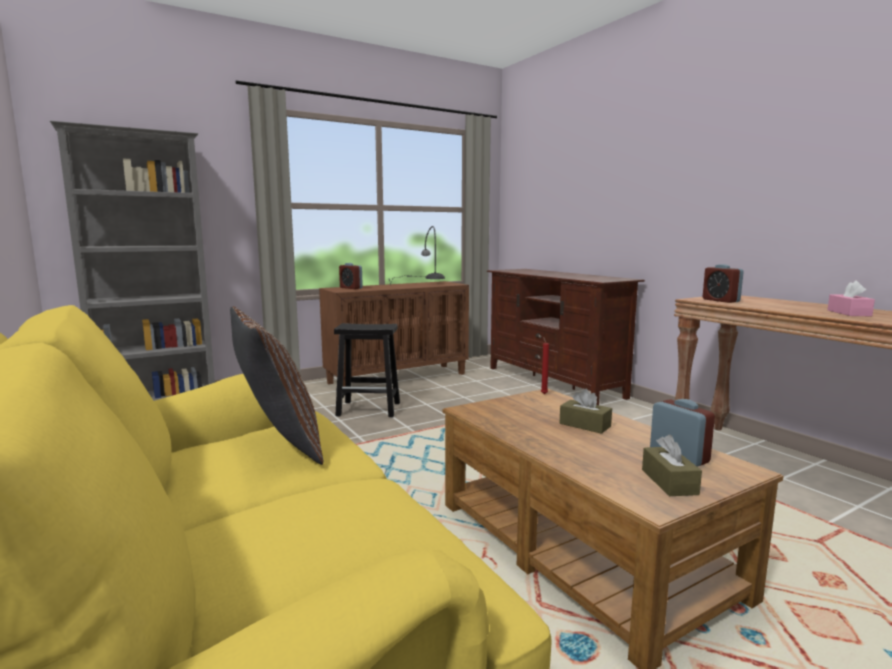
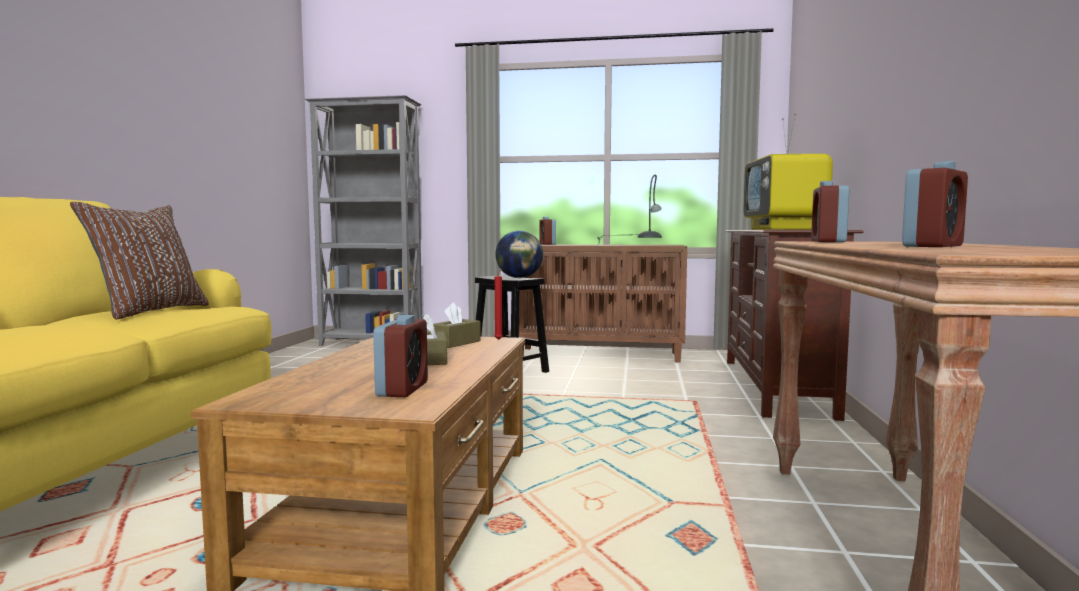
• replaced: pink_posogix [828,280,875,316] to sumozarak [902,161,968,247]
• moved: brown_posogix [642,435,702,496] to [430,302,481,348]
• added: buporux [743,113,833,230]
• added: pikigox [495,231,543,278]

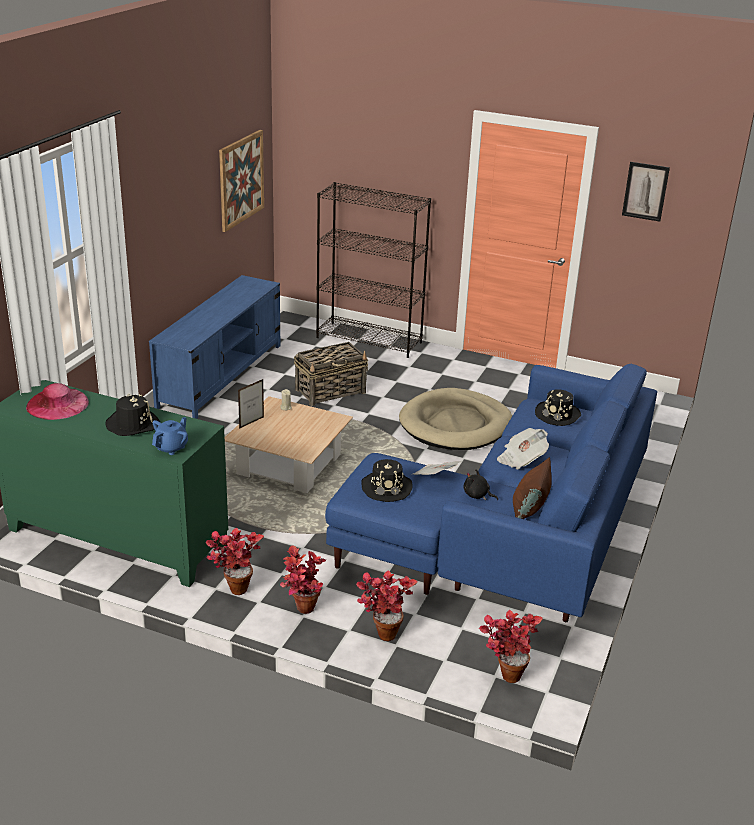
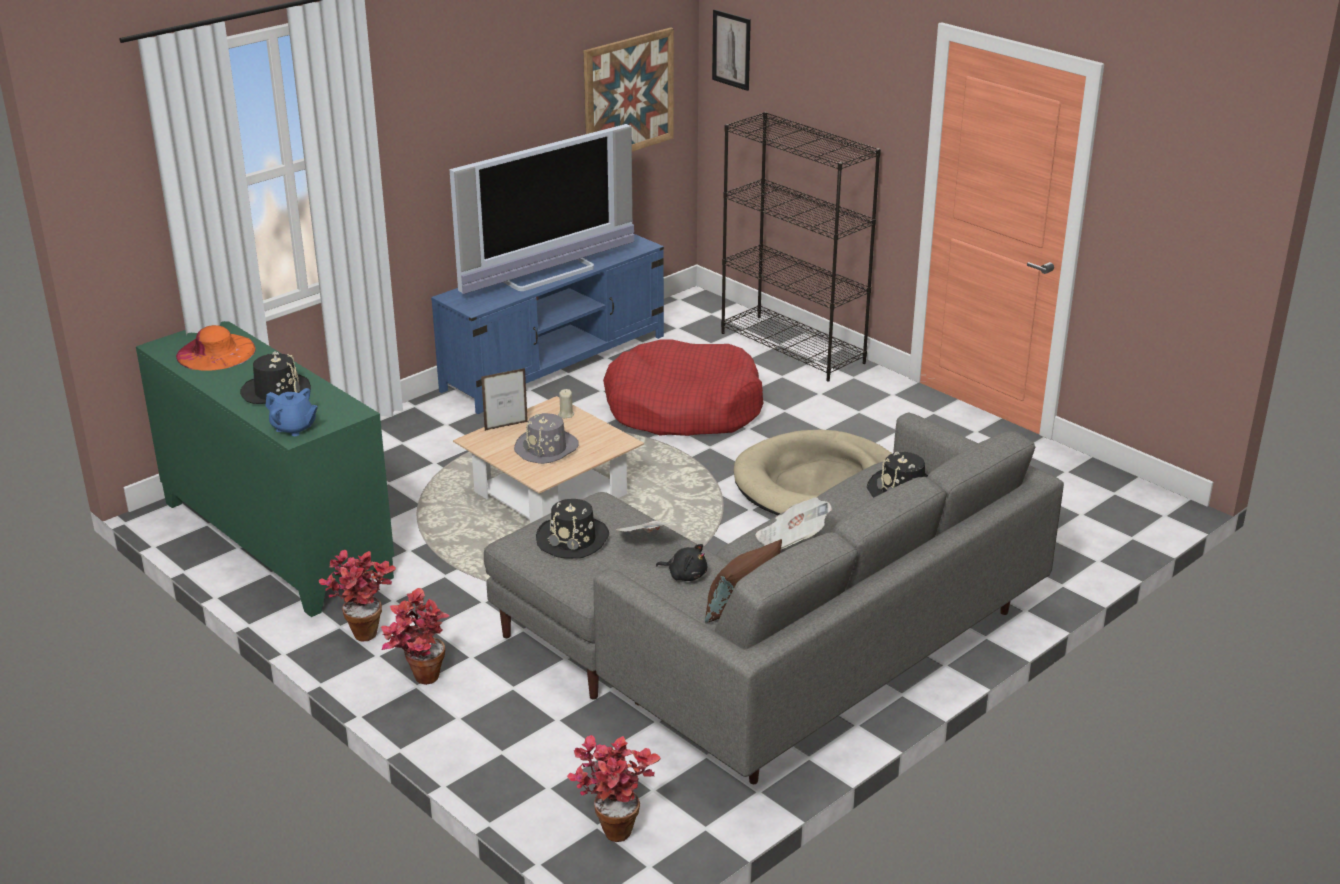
• moved: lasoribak [622,162,670,222] to [712,9,751,91]
• replaced: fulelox [294,342,368,406] to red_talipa [603,339,763,436]
• recoloured: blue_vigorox [325,363,657,622] to grey_vigorox [484,413,1064,784]
• recoloured: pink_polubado [26,383,89,420] to orange_polubado [176,325,256,370]
• turned: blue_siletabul [152,417,188,455] = [265,388,318,436] 60 degrees clockwise
• turned: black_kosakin [464,469,498,500] = [656,544,707,581] 150 degrees clockwise
• removed: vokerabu [356,570,417,641]
• added: buporux [449,124,634,294]
• added: grey_polubado [514,413,579,464]

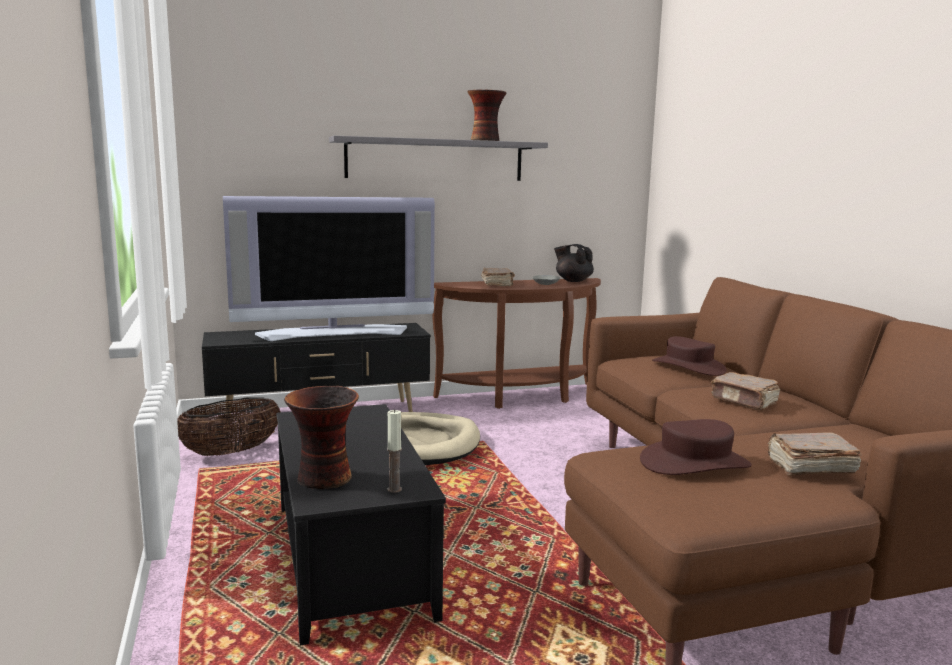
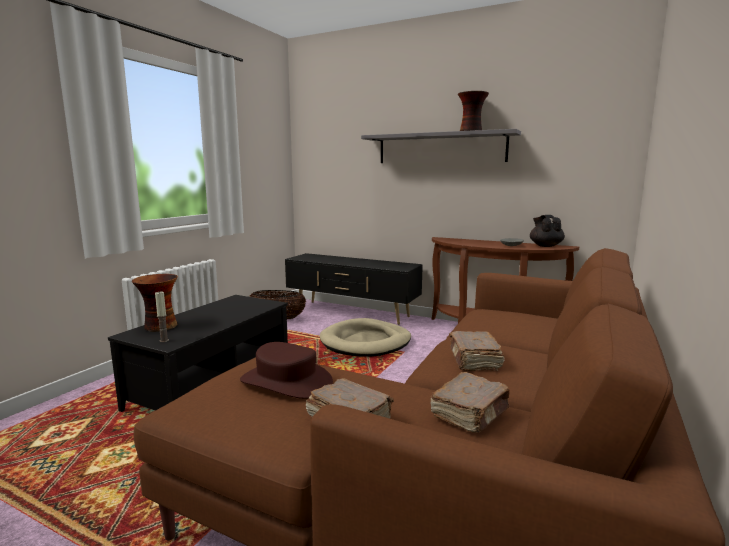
• removed: buporux [223,196,435,341]
• moved: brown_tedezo [481,268,515,286] to [430,372,509,433]
• removed: brown_polubado [652,336,727,376]

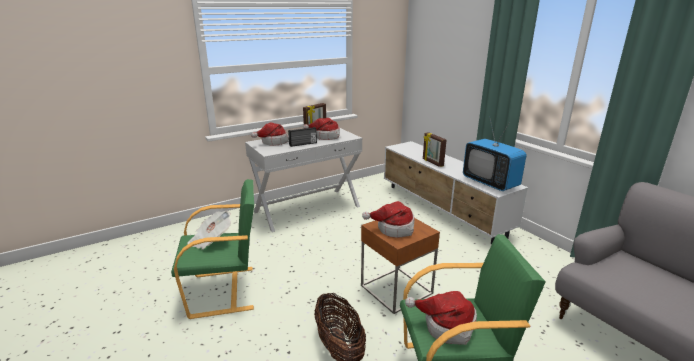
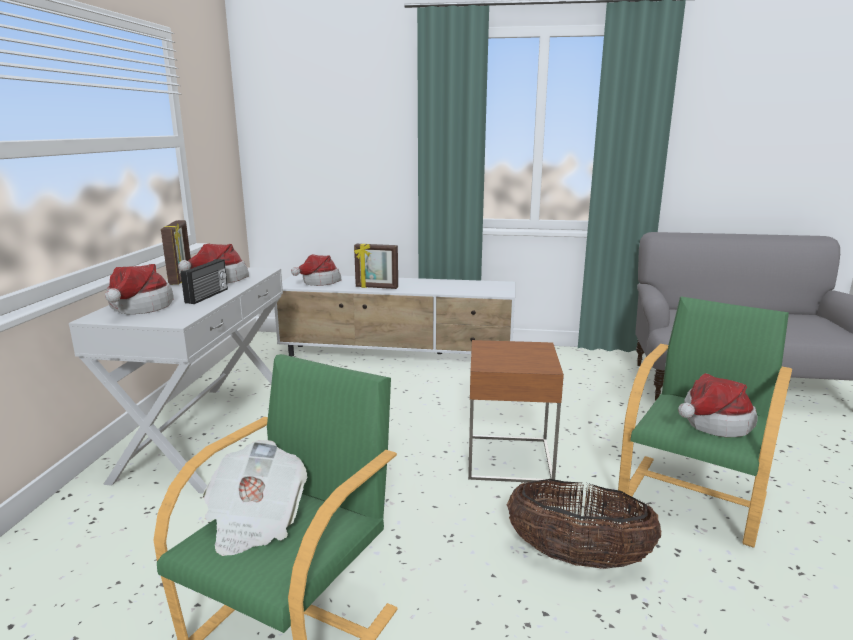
• removed: buporux [463,120,527,191]
• moved: polubado [362,201,415,238] to [291,254,341,286]

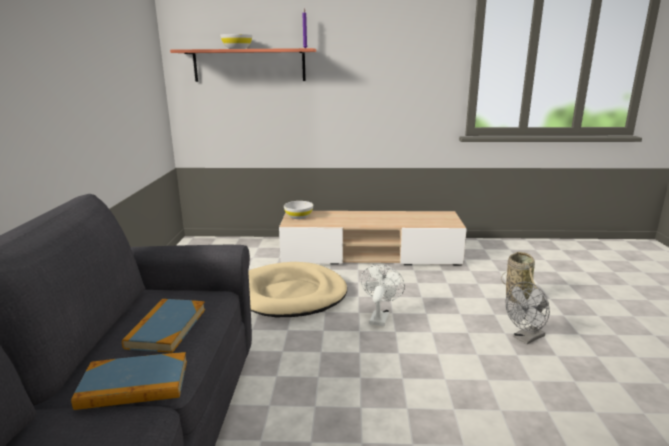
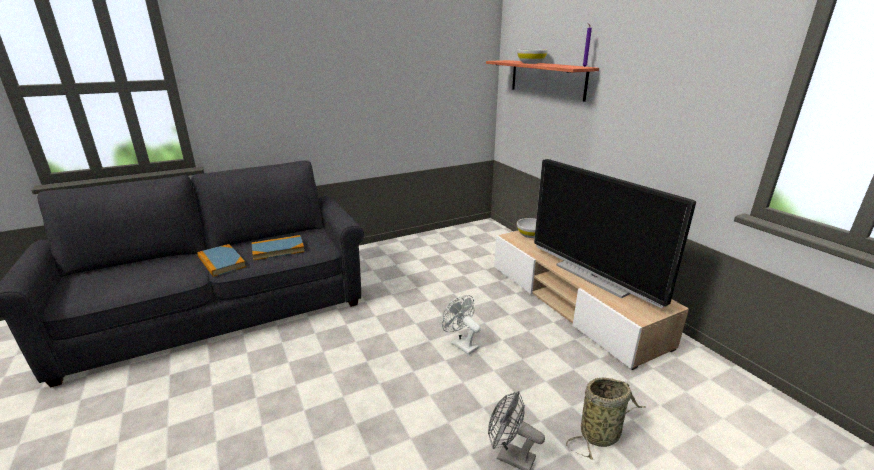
• removed: beige_talipa [249,262,347,317]
• turned: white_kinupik [361,264,405,326] = [442,295,481,355] 120 degrees counterclockwise
• added: buporux [534,159,696,308]

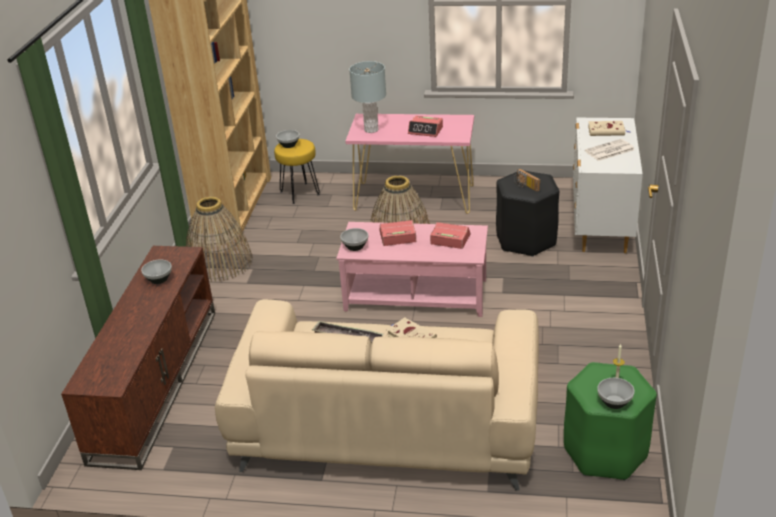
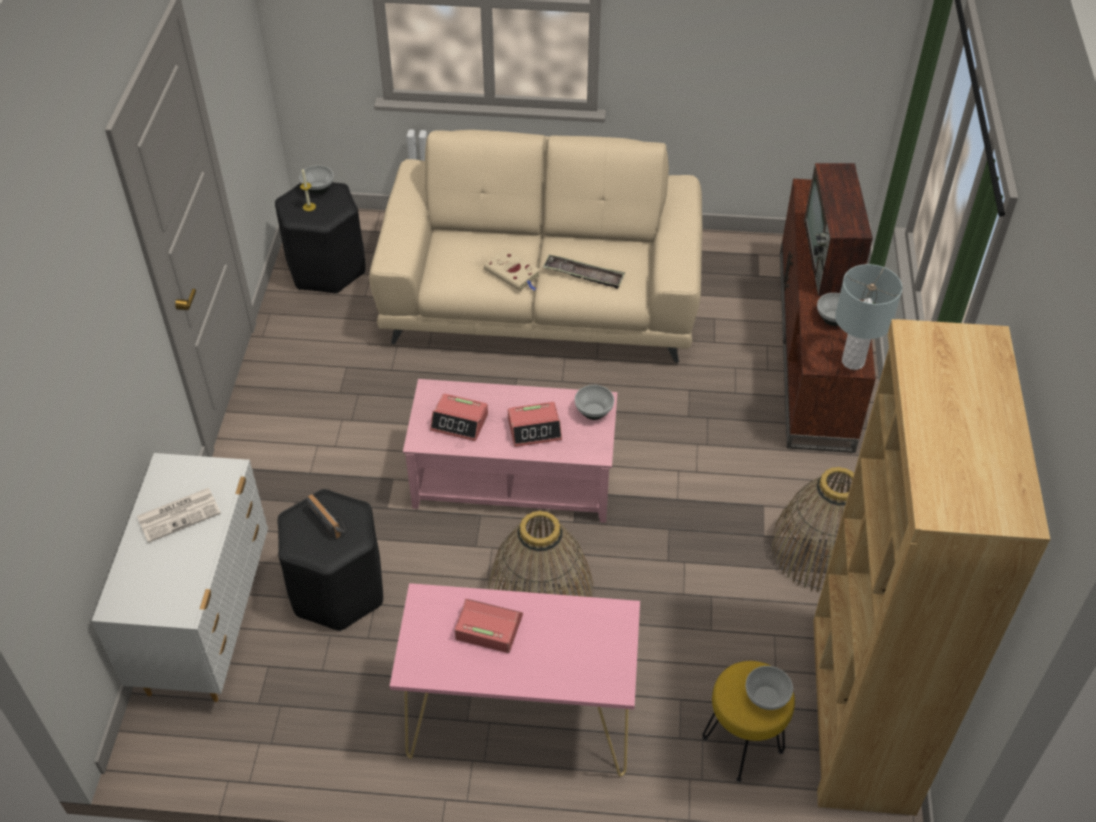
• moved: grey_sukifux [349,61,386,133] to [835,264,902,370]
• removed: beige_tedezo [588,121,630,136]
• recoloured: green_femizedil [564,362,657,480] to black_femizedil [275,182,365,294]
• added: buporux [804,163,873,296]

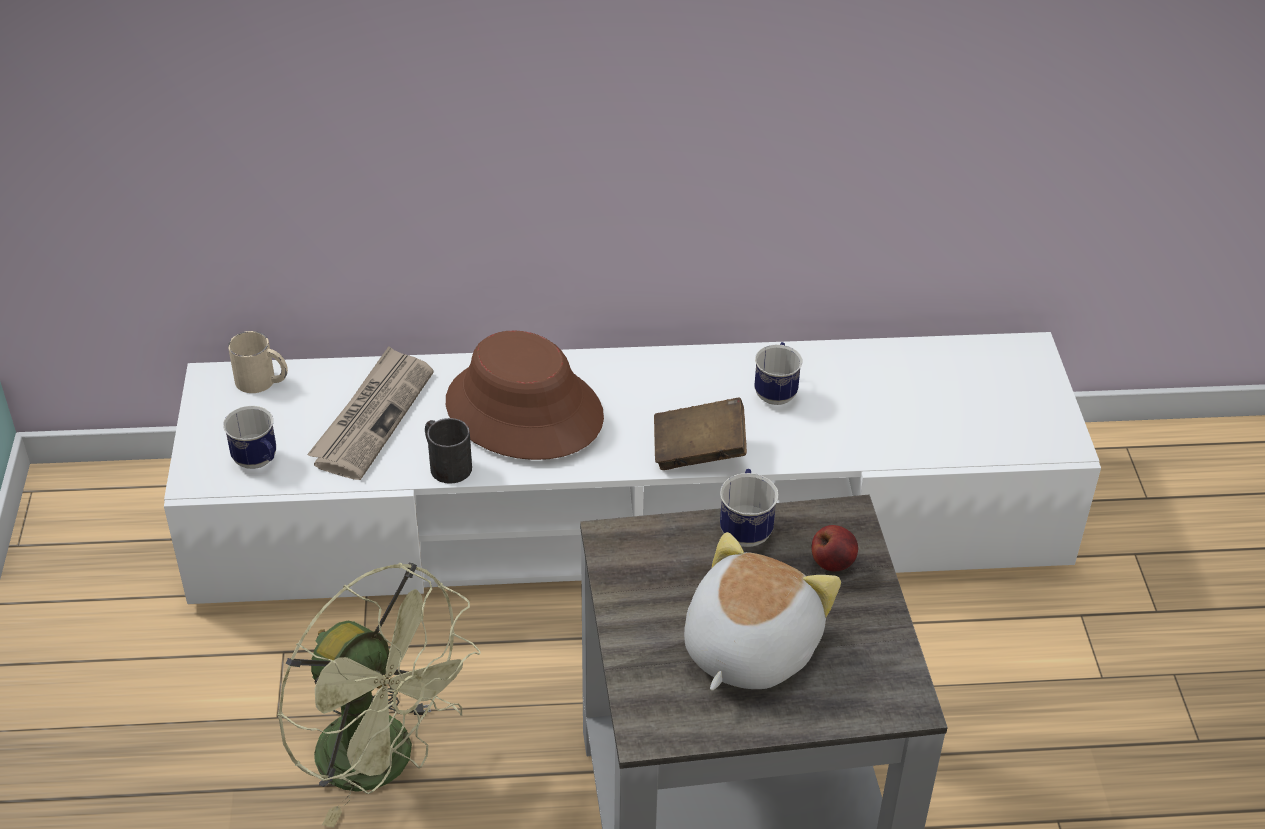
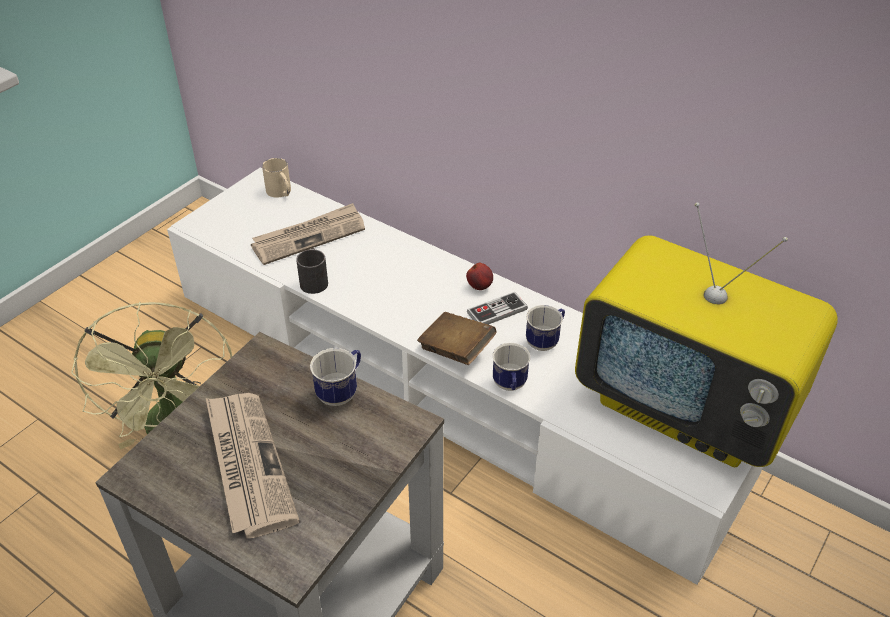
• removed: brown_polubado [446,331,604,460]
• moved: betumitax [223,406,276,469] to [493,343,530,391]
• moved: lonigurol [812,525,858,571] to [466,263,493,290]
• replaced: kosakin [684,532,841,691] to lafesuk [206,393,299,538]
• added: buporux [575,202,838,467]
• added: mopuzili [467,292,528,325]

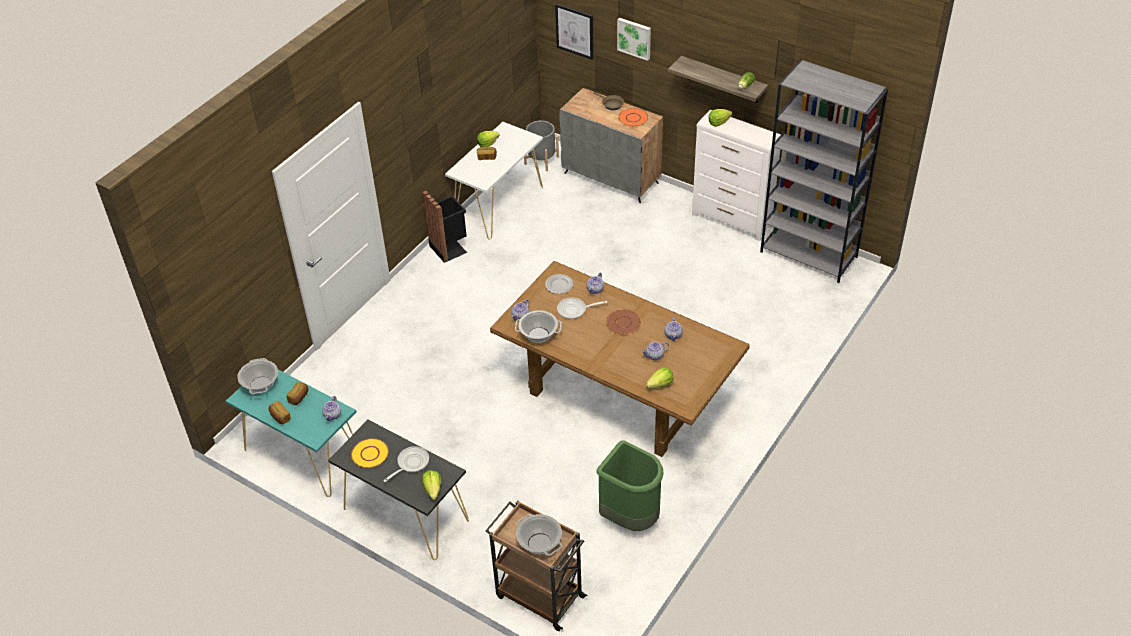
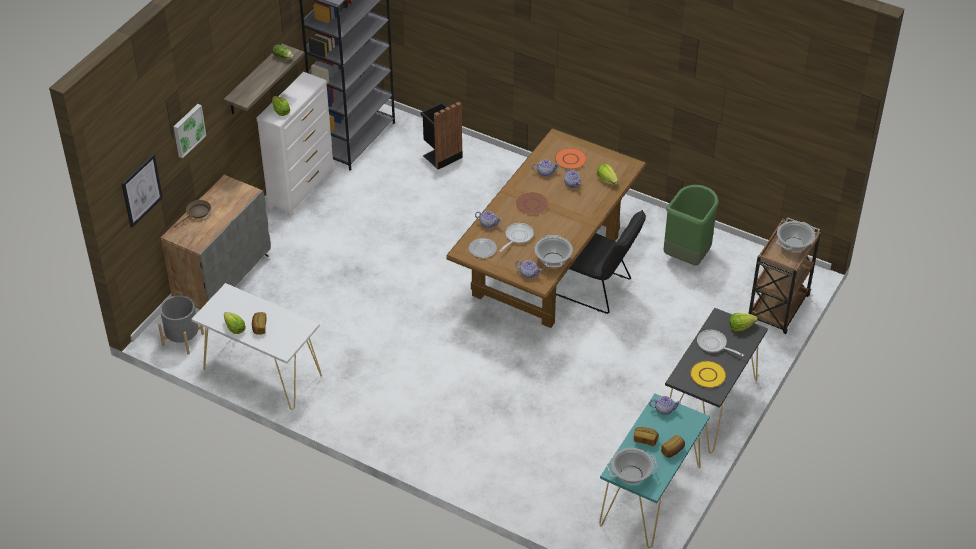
• moved: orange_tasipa [618,108,648,127] to [555,148,587,169]
• moved: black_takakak [422,191,467,263] to [421,102,463,170]
• turned: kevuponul [557,297,607,319] = [500,223,534,252] 135 degrees counterclockwise
• added: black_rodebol [556,210,646,314]

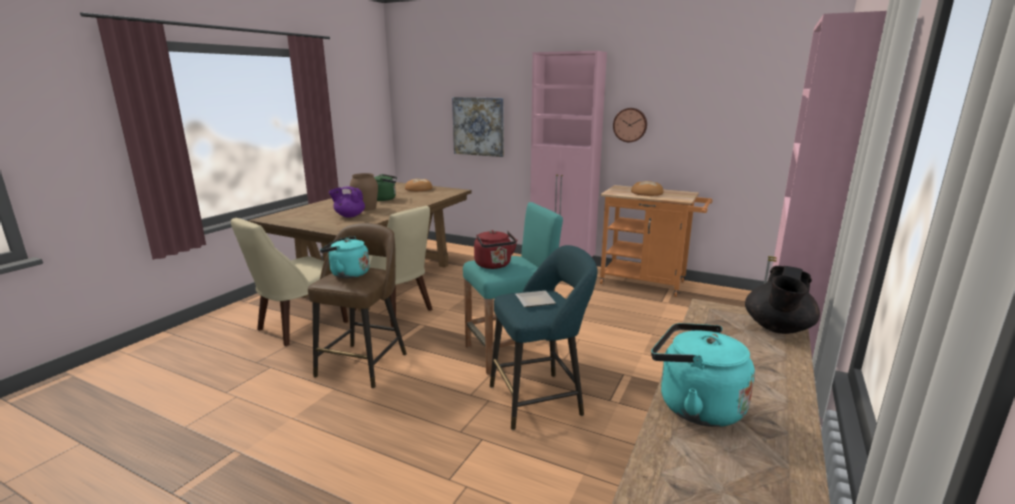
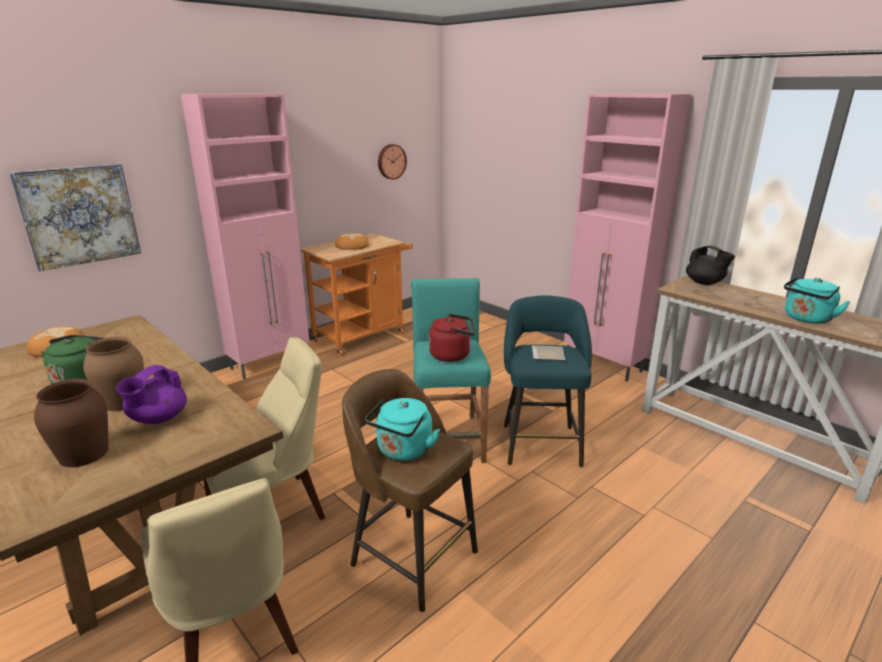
• moved: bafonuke [613,108,647,142] to [378,144,407,180]
• added: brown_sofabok [34,379,109,467]

